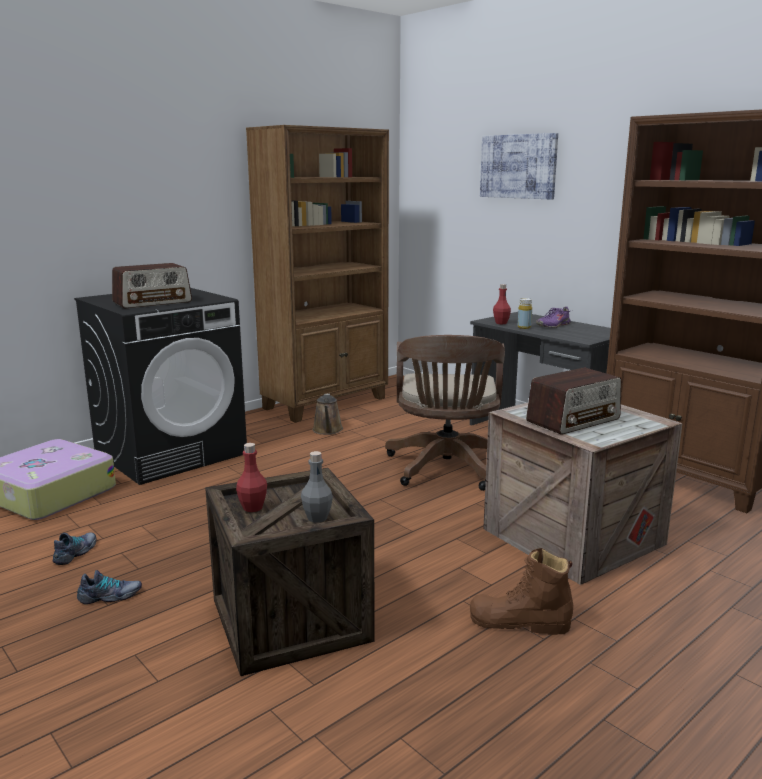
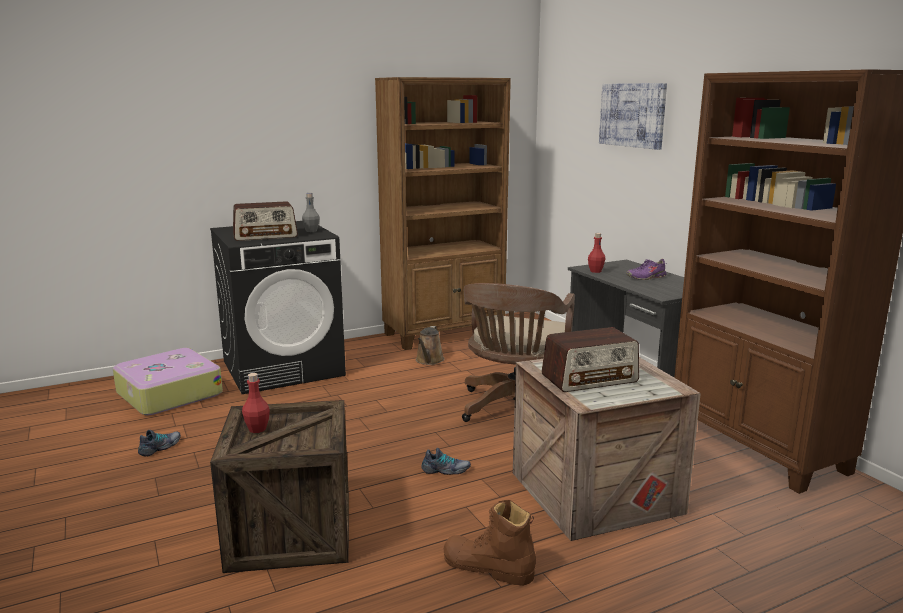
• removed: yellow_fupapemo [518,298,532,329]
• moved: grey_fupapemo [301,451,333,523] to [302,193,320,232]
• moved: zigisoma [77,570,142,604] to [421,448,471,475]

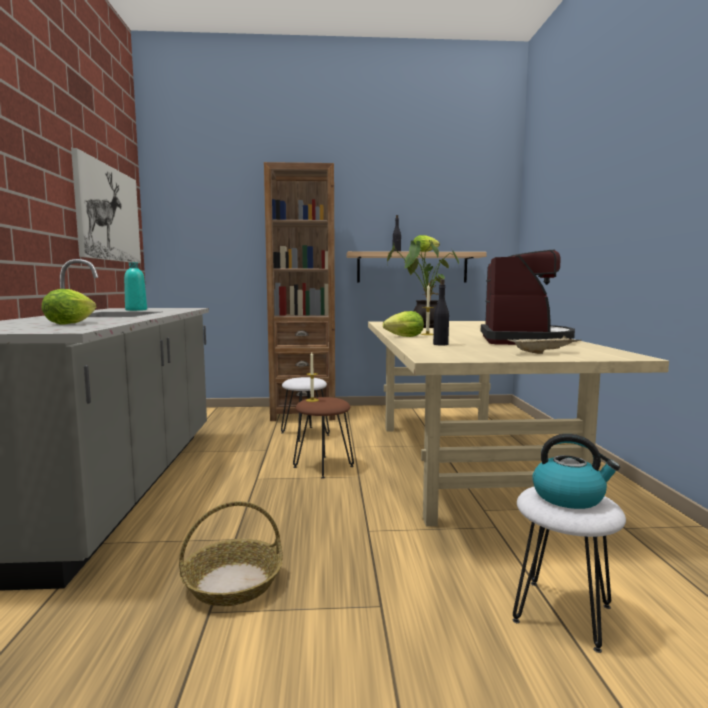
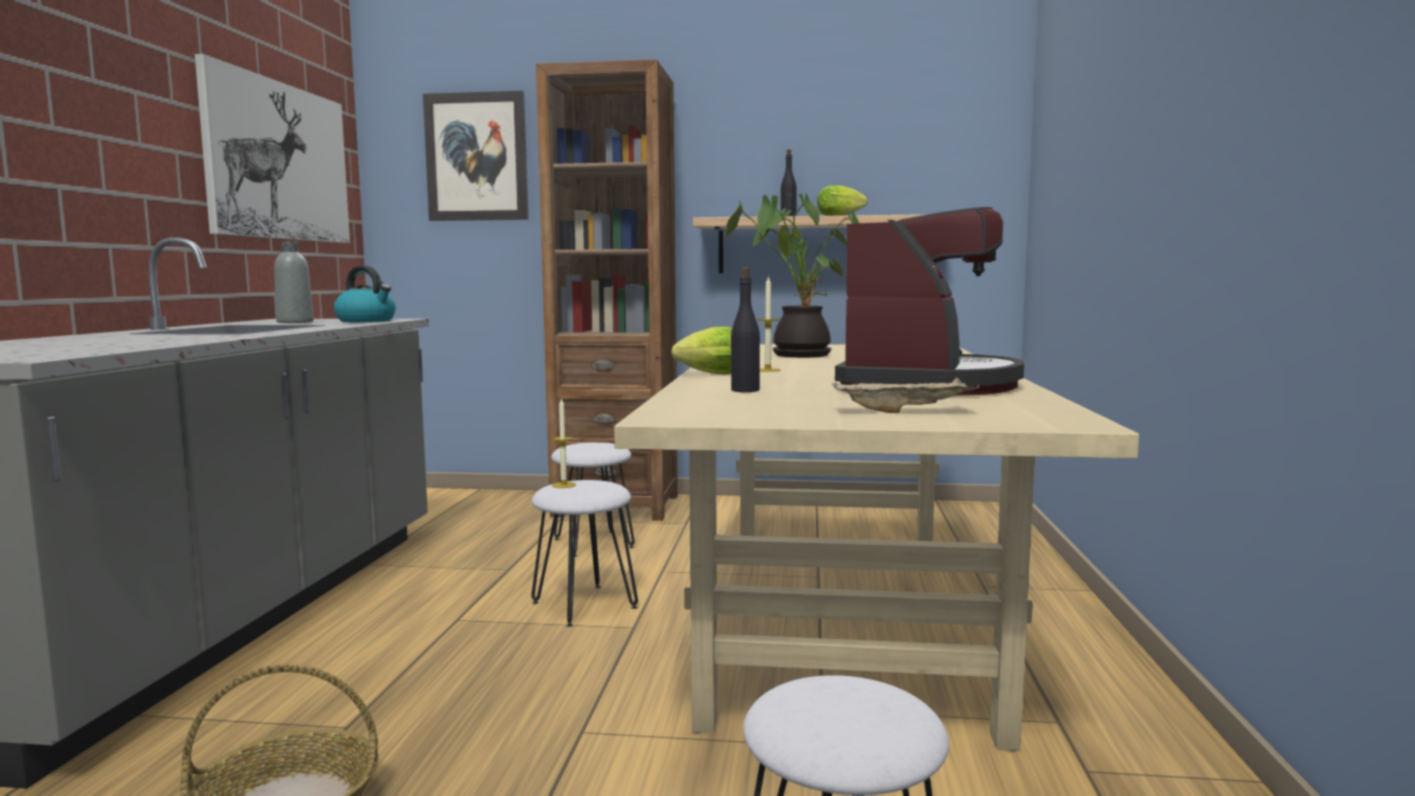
• recoloured: turquoise_fupapemo [124,262,147,311] to grey_fupapemo [274,242,314,323]
• removed: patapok [41,289,96,325]
• recoloured: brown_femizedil [293,397,354,479] to white_femizedil [531,480,638,627]
• moved: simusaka [532,434,620,509] to [334,265,396,322]
• added: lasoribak [423,91,529,221]

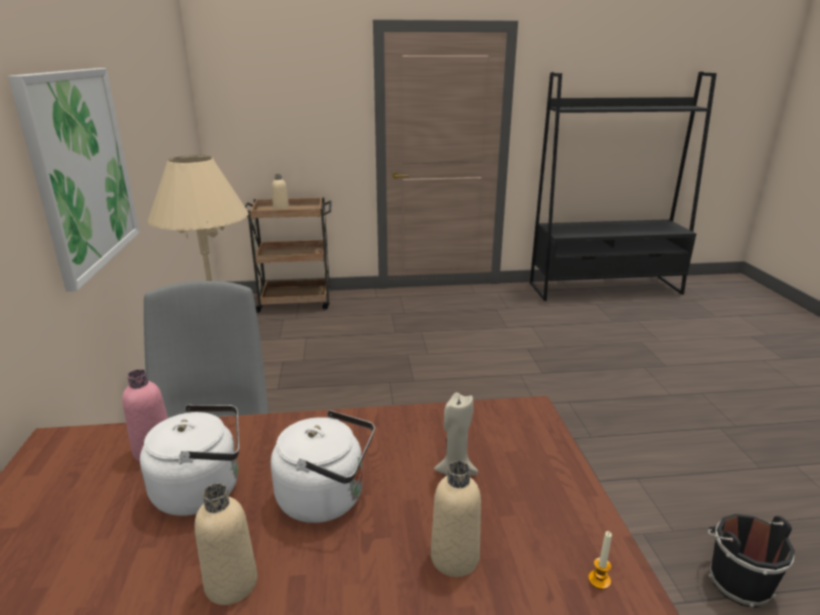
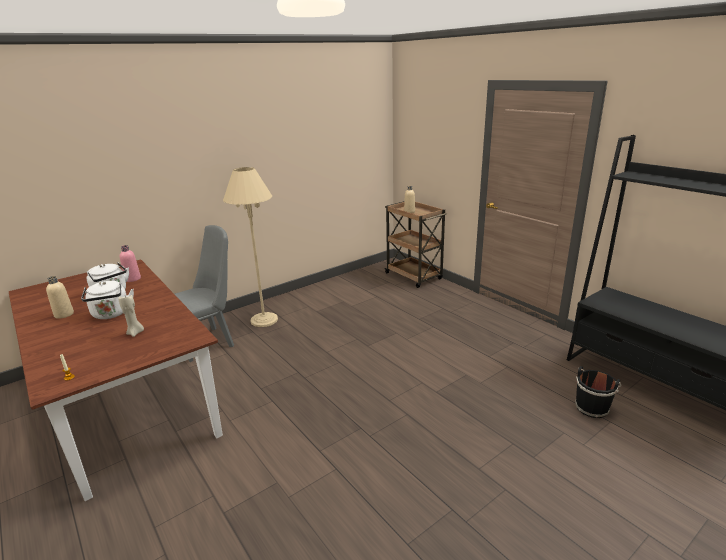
• removed: lasoribak [8,68,140,292]
• removed: beige_fupapemo [431,461,481,577]
• moved: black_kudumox [708,514,795,608] to [575,366,622,418]

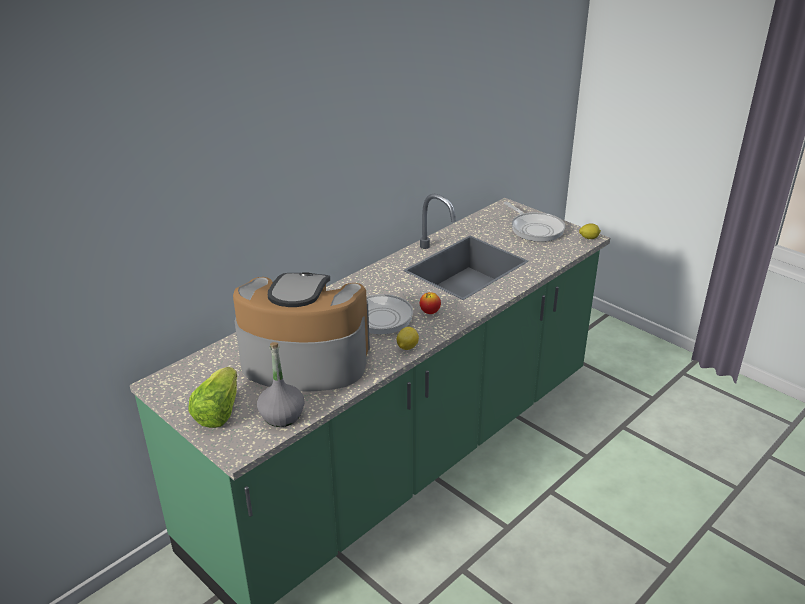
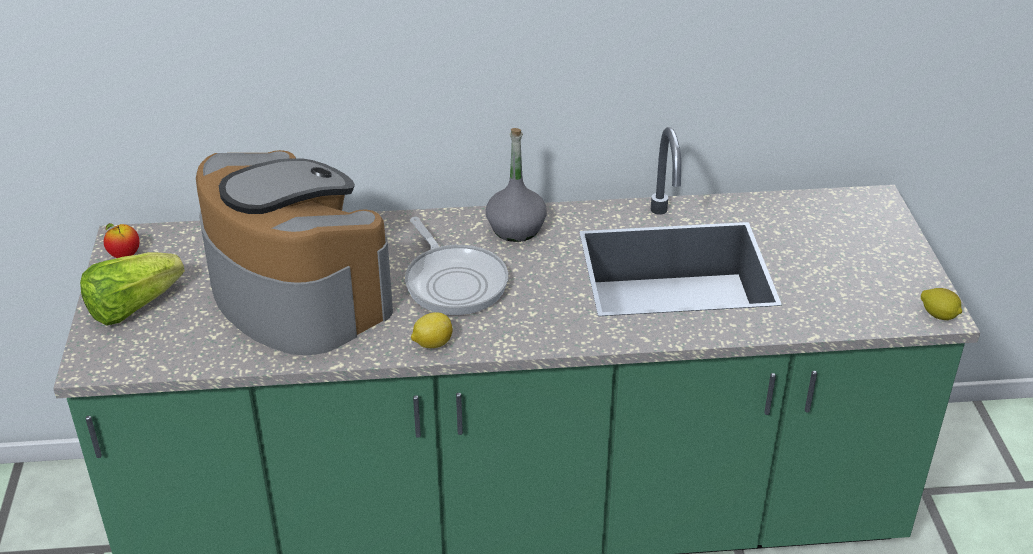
• removed: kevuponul [504,202,565,242]
• moved: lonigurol [420,292,441,314] to [104,223,140,258]
• moved: grey_fupapemo [257,342,305,427] to [486,128,547,242]

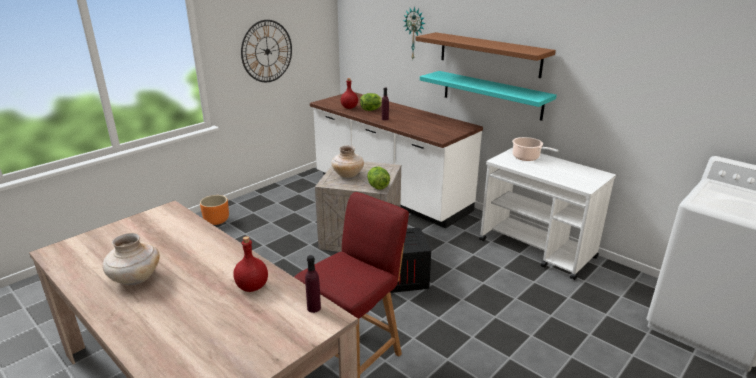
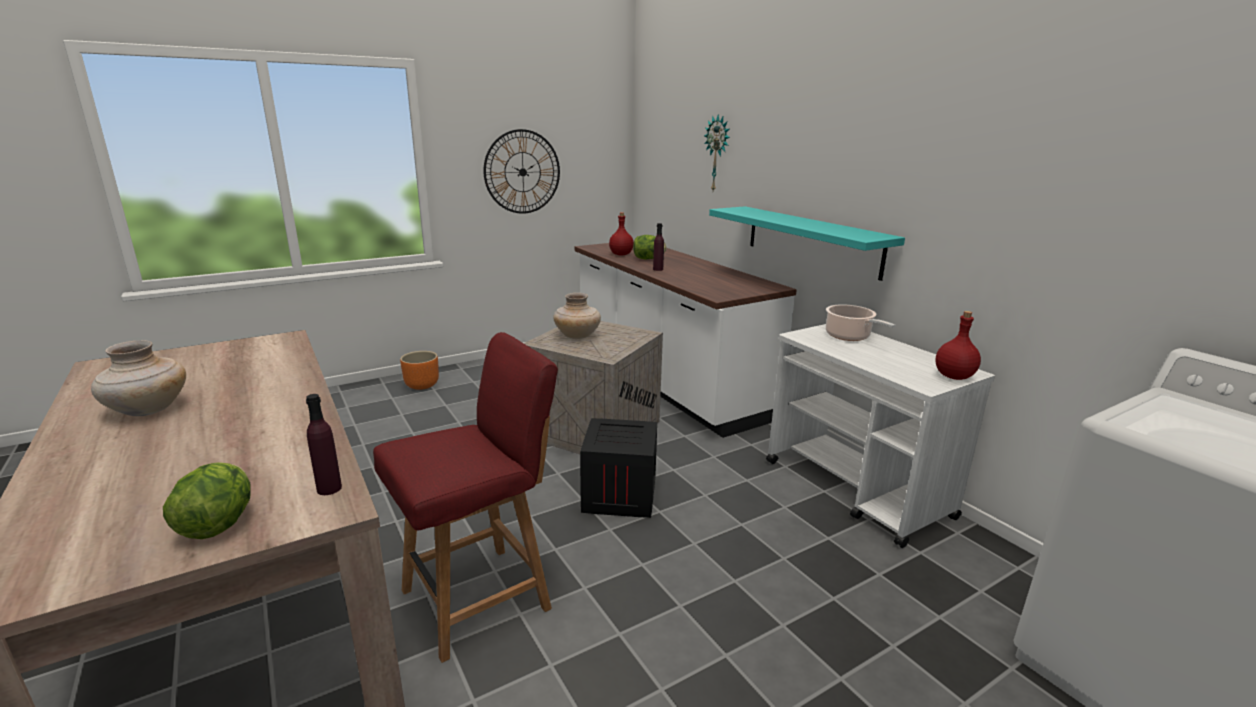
• removed: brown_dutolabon [415,32,556,78]
• moved: patapok [367,166,390,190] to [163,462,251,539]
• moved: red_fupapemo [233,236,268,292] to [935,311,981,380]

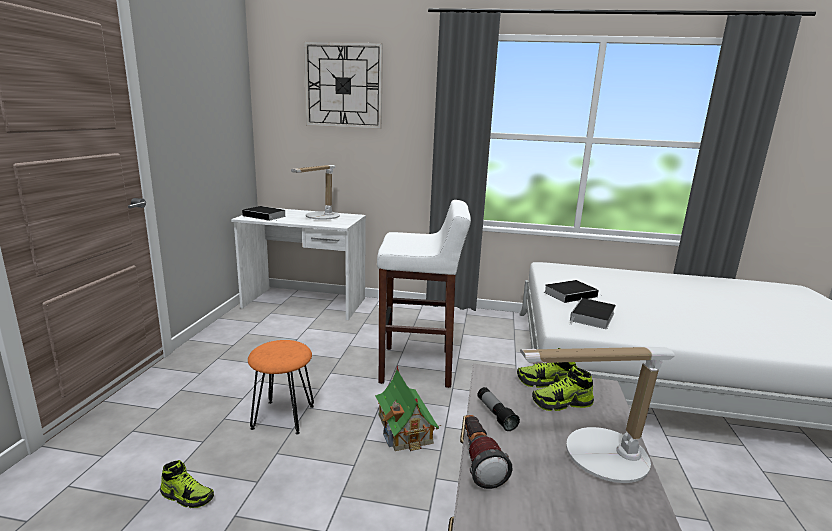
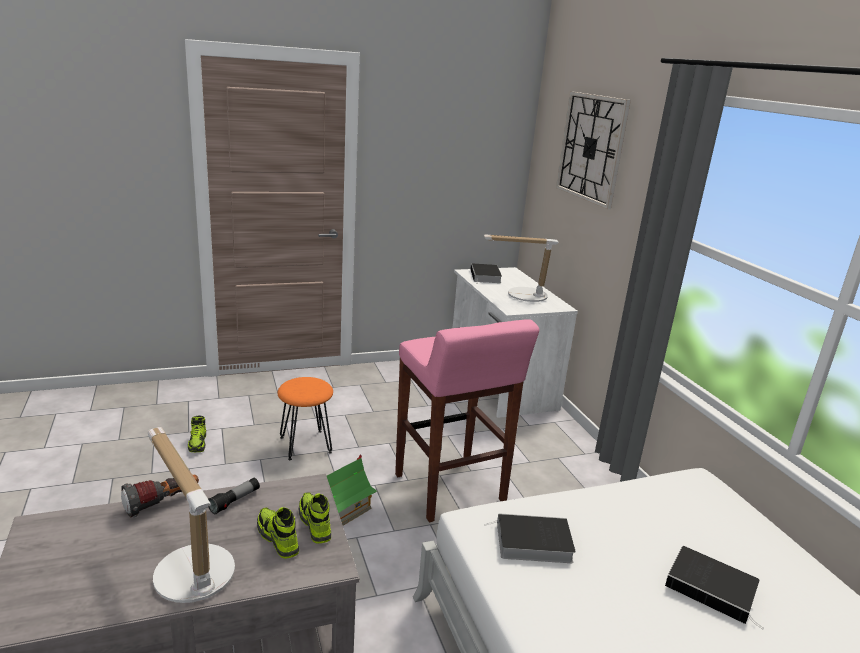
• recoloured: white_femizedil [377,200,471,388] to pink_femizedil [395,319,539,522]
• moved: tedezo [544,280,599,303] to [665,546,763,629]

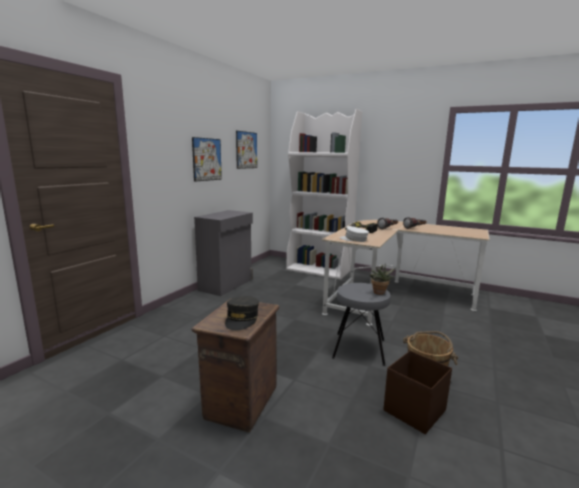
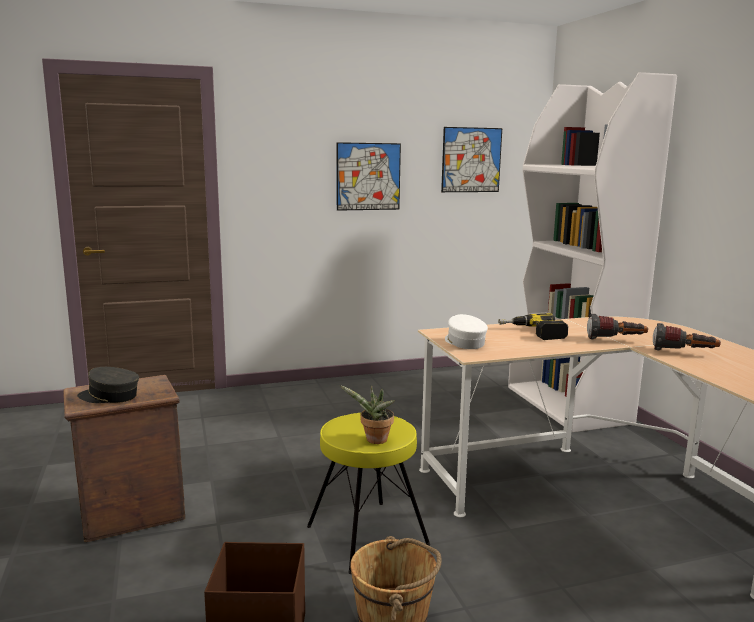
• removed: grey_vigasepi [194,210,253,296]
• recoloured: grey_femizedil [332,283,390,366] to yellow_femizedil [307,413,430,574]
• turned: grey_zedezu [225,296,259,330] = [77,367,139,403] 45 degrees clockwise

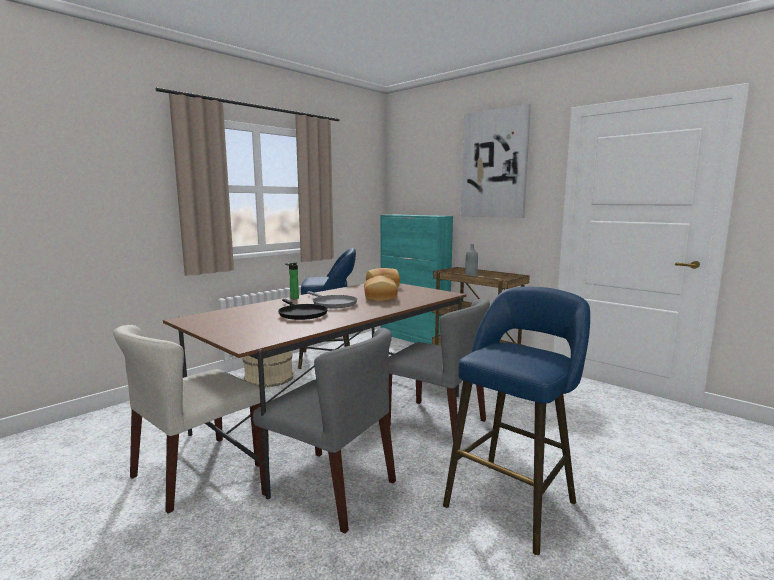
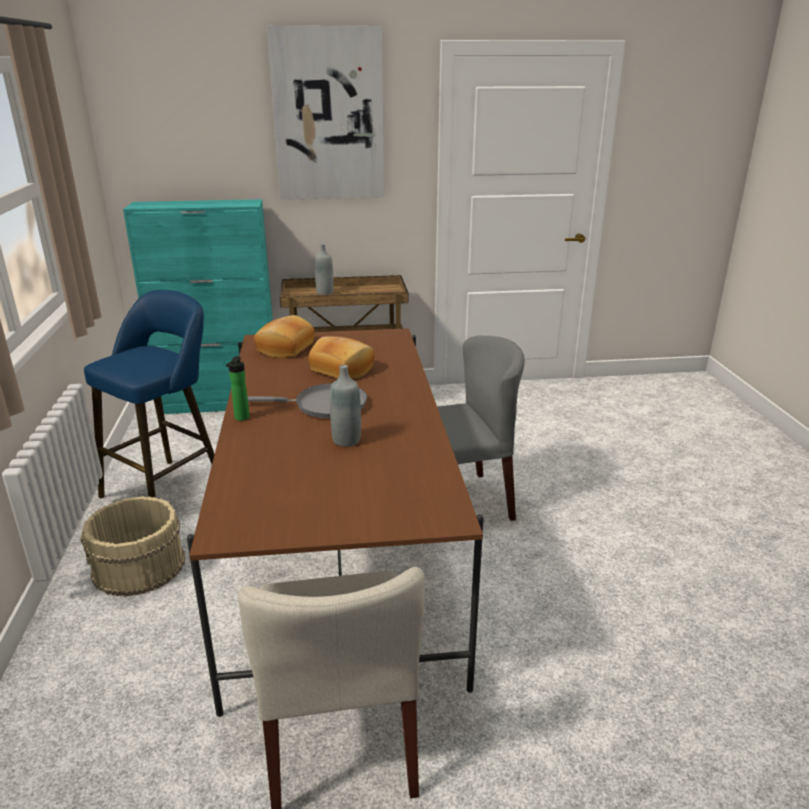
• removed: blue_femizedil [443,287,590,555]
• replaced: black_kevuponul [278,299,328,320] to grey_fupapemo [330,365,361,447]
• removed: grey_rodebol [253,328,396,533]

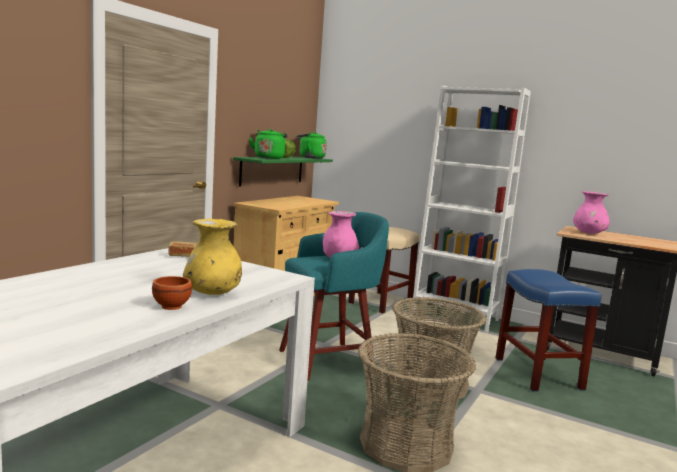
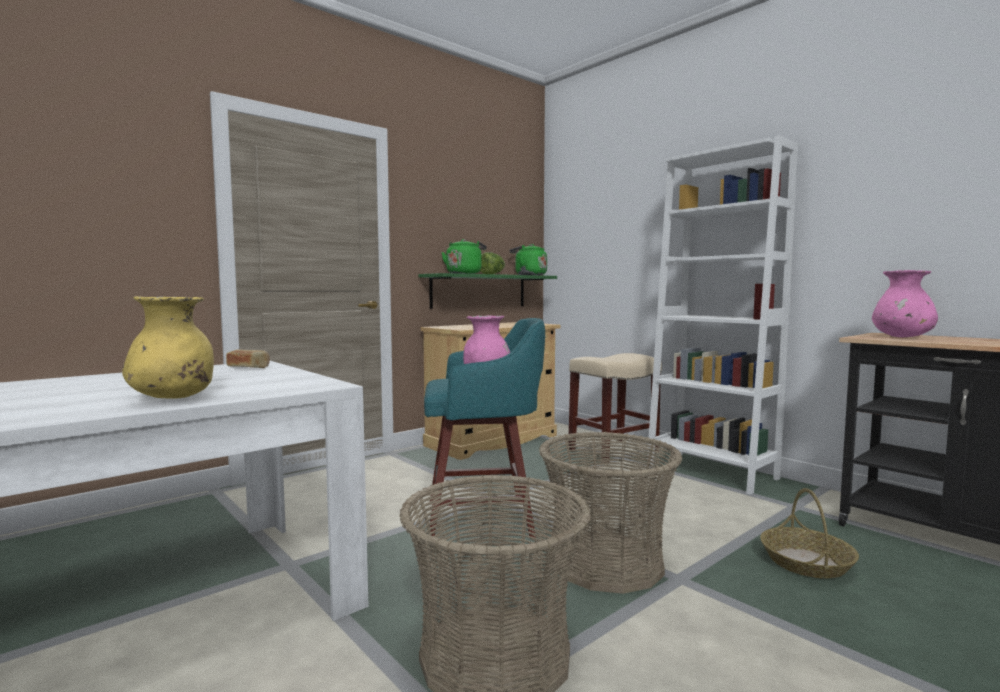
• replaced: blue_femizedil [496,269,601,392] to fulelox [760,488,859,578]
• removed: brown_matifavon [152,276,192,310]

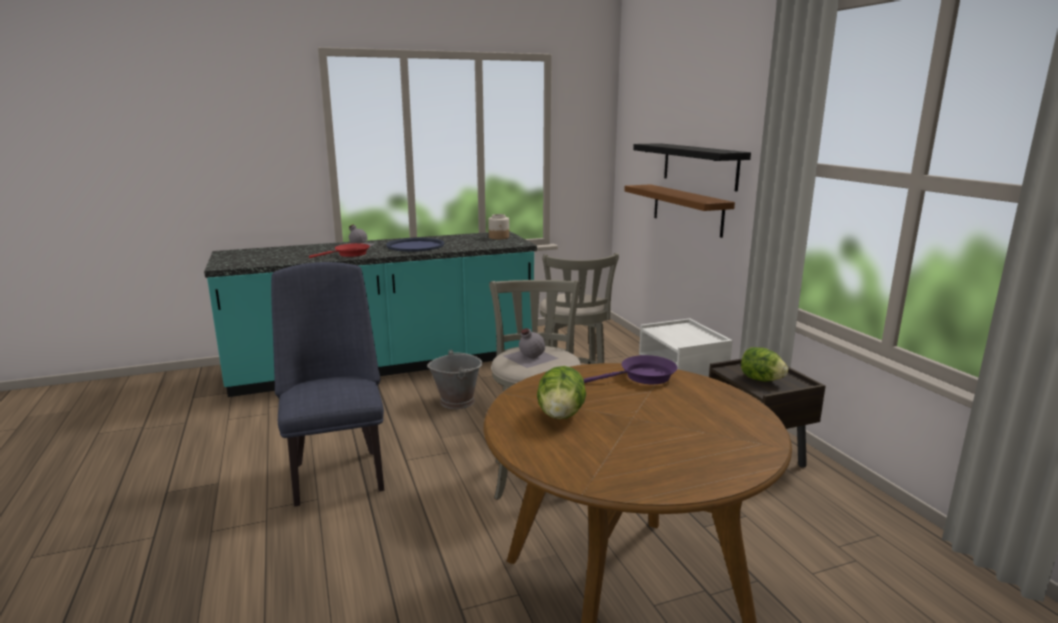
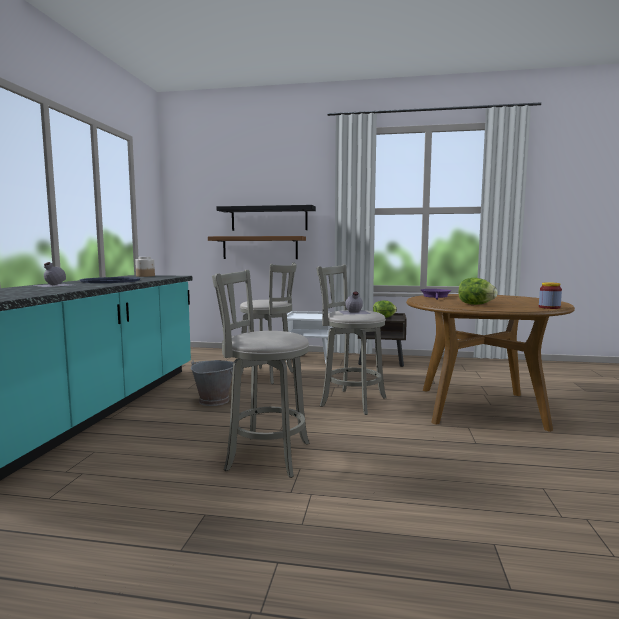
• removed: red_kevuponul [309,243,370,258]
• replaced: blue_rodebol [271,262,384,506] to grey_femizedil [212,270,309,478]
• added: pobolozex [539,282,562,309]

